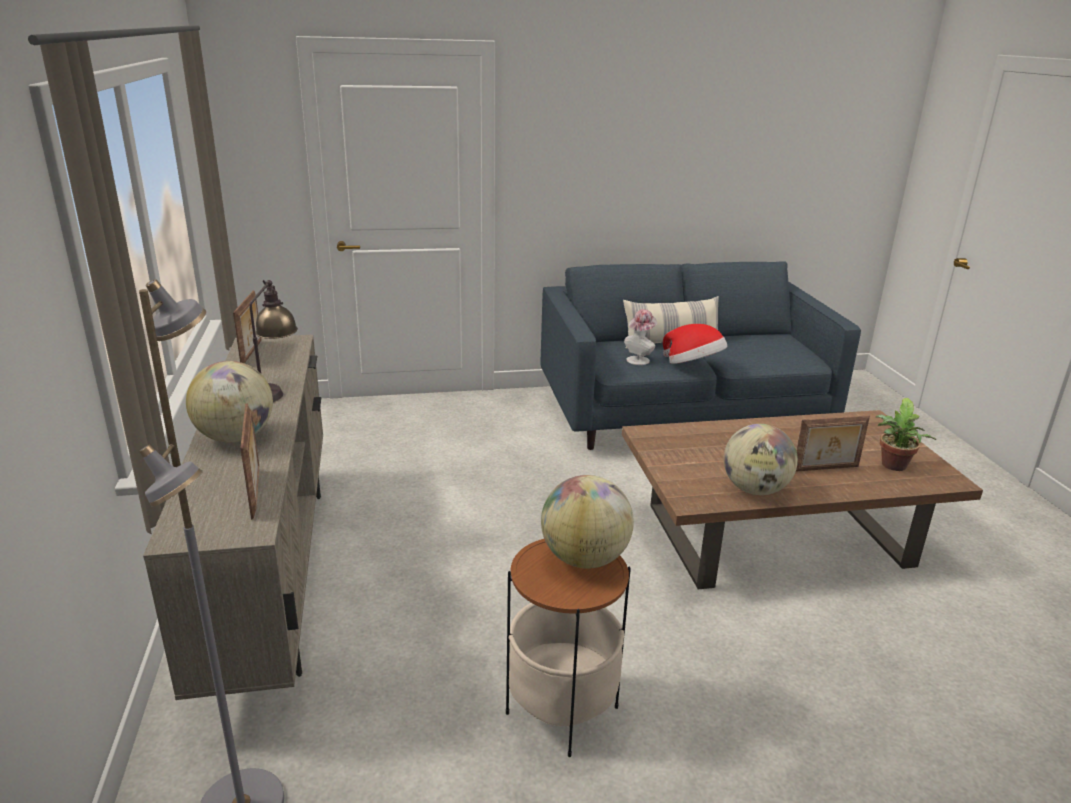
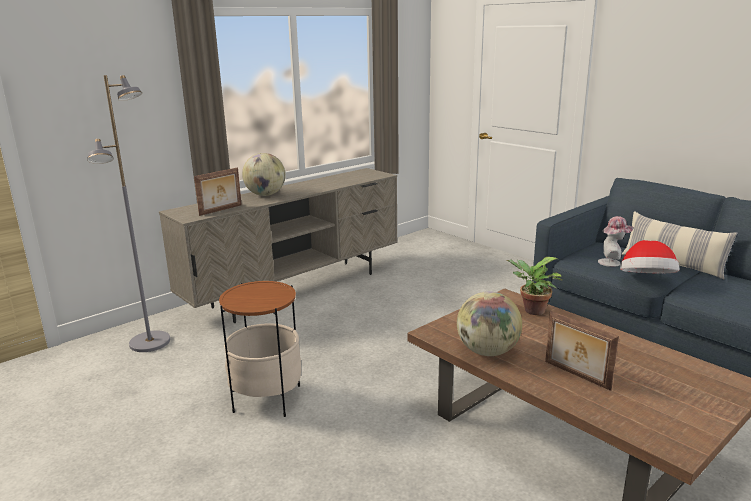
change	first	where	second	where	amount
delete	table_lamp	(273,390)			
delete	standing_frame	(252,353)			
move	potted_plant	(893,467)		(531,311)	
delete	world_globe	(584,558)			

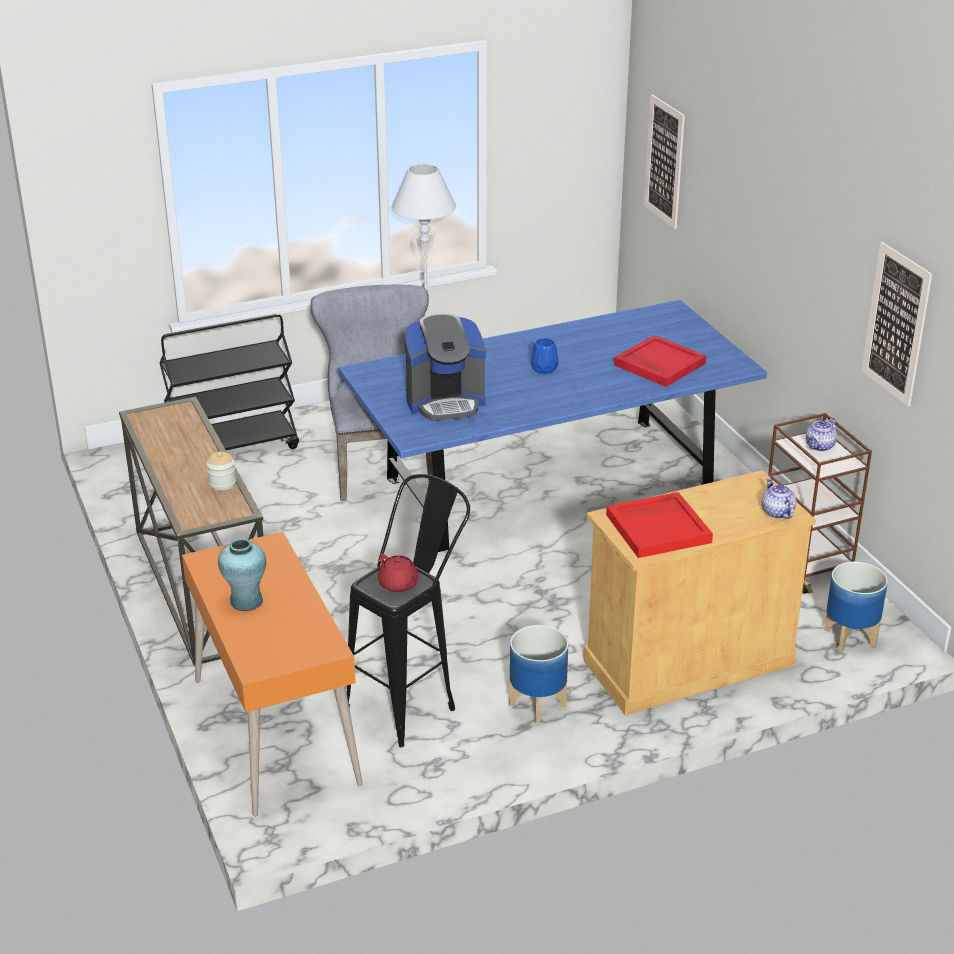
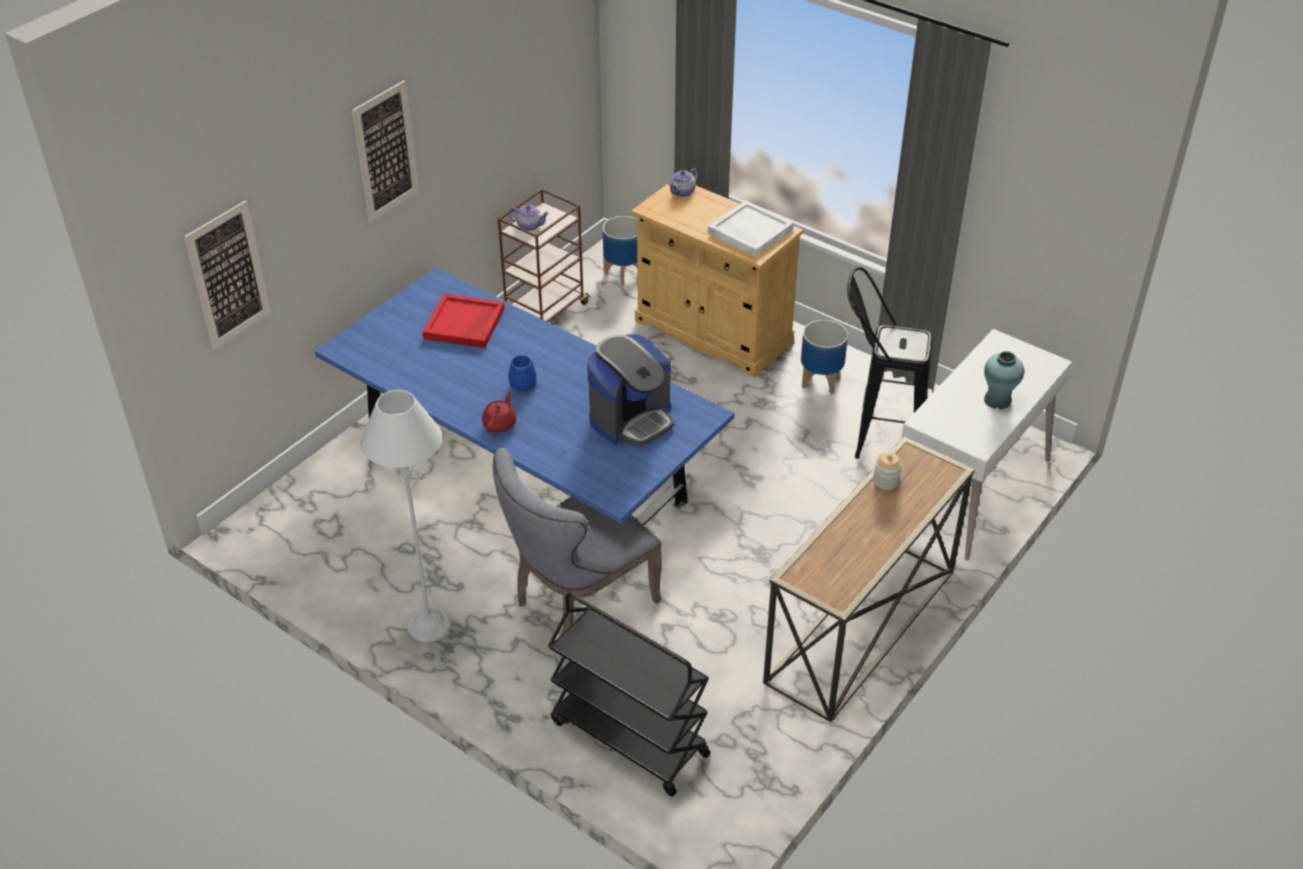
change	first	where	second	where	amount
move	picture	(896,324)		(386,151)	
rotate	coffee_brewer	(445,402)		(631,419)	90 degrees clockwise
recolor	reddish_serving_tray	(658,528)	white-coloured_serving_tray	(749,231)	
recolor	orange-coloured_desk_table	(274,731)	white-coloured_desk_table	(970,491)	
move	reddish_teapot	(398,584)		(500,424)	

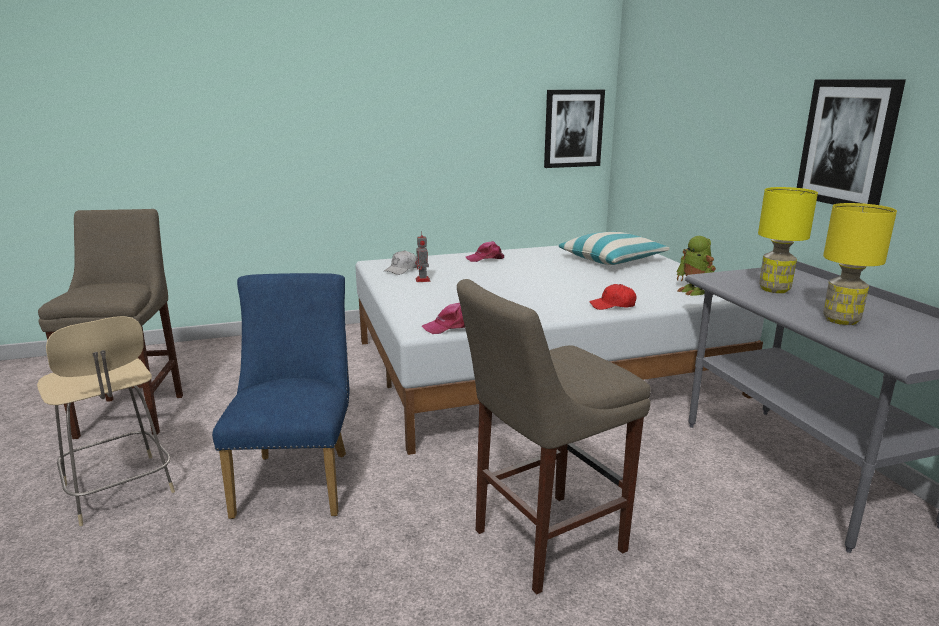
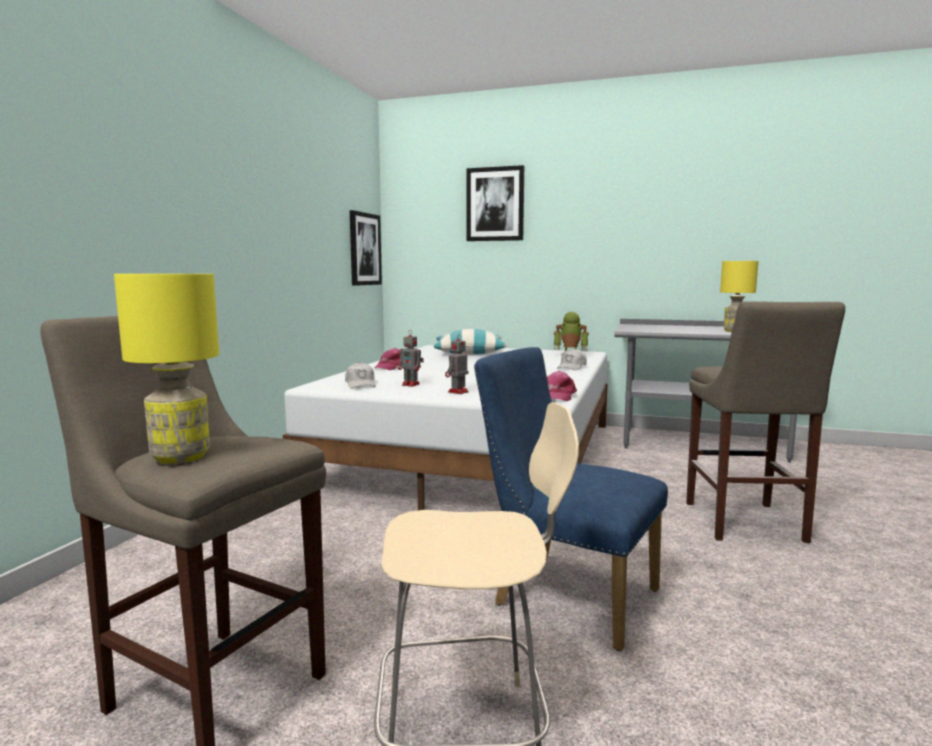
change	first	where	second	where	amount
move	picture	(847,143)		(495,204)	
move	yellow-coloured_table_lamp	(775,289)		(182,457)	
recolor	reddish_baseball_cap	(612,305)	white-coloured_baseball_cap	(572,367)	
insert			robot_figure	(457,392)	

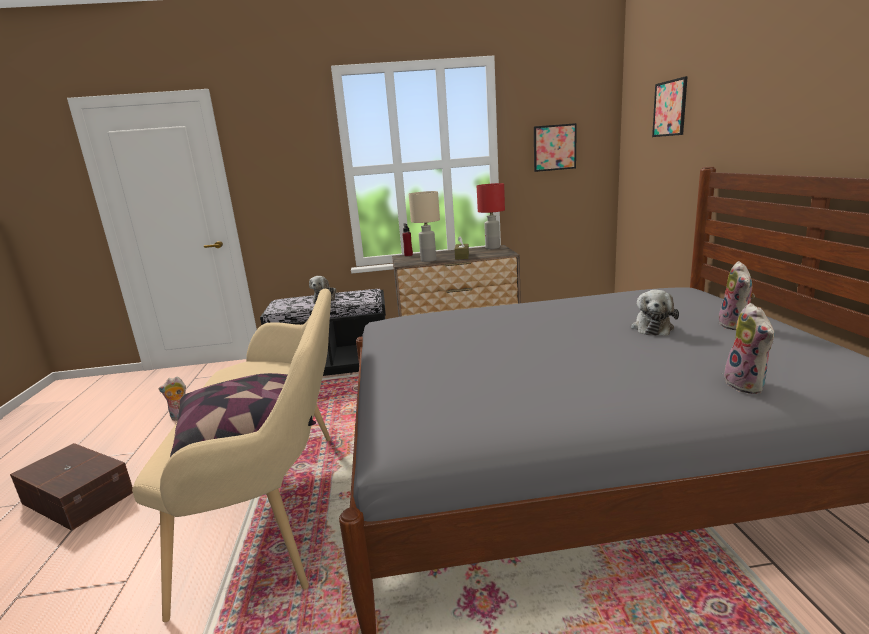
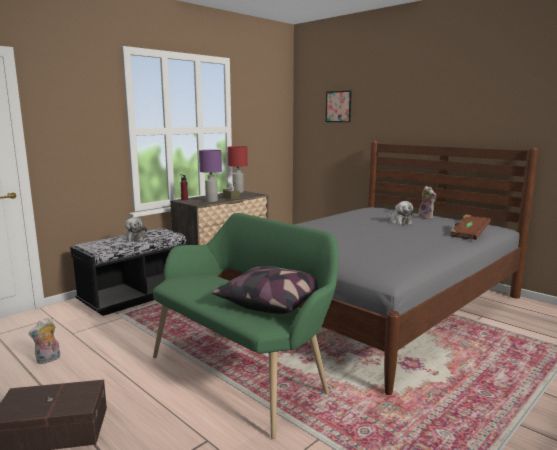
change	first	where	second	where	amount
delete	picture	(554,147)			
recolor	beige-coloured_table_lamp	(428,260)	purple-coloured_table_lamp	(211,201)	
recolor	beige-coloured_bench	(279,505)	green_bench	(244,373)	
replace	soft_toy	(747,385)	brownish_volume	(468,235)	

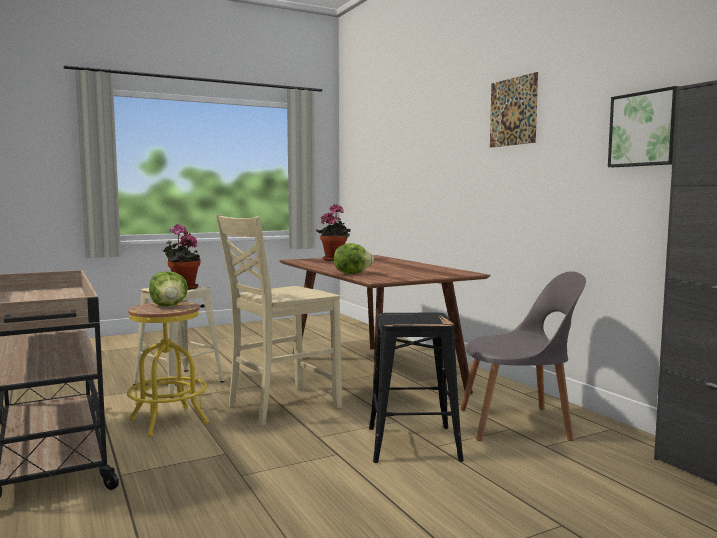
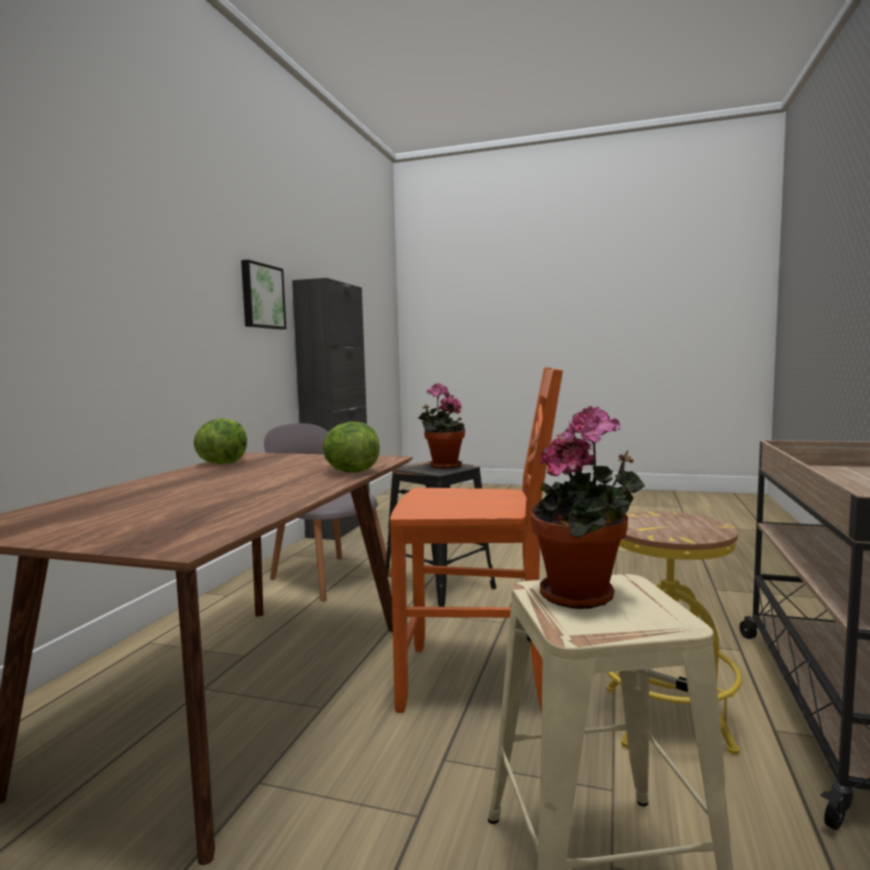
change	first	where	second	where	amount
delete	picture	(513,111)			
move	potted_plant	(334,259)		(442,466)	
recolor	beige-coloured_chair	(281,406)	orange-coloured_chair	(479,682)	
move	lettuce_head	(169,306)		(222,463)	

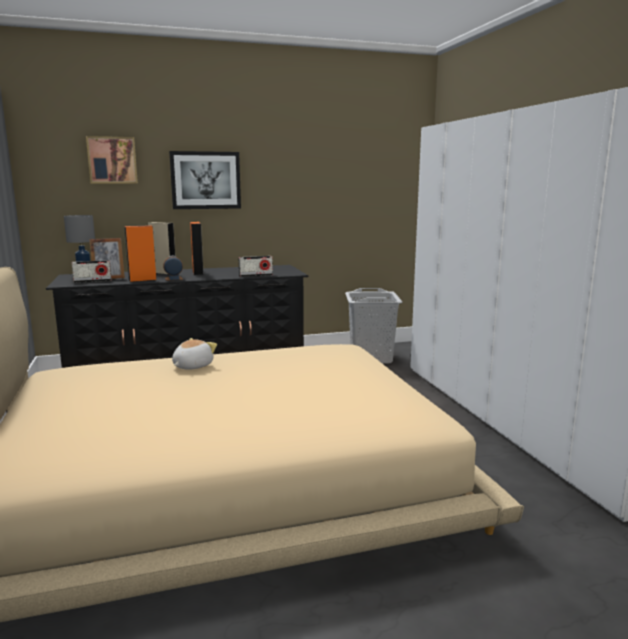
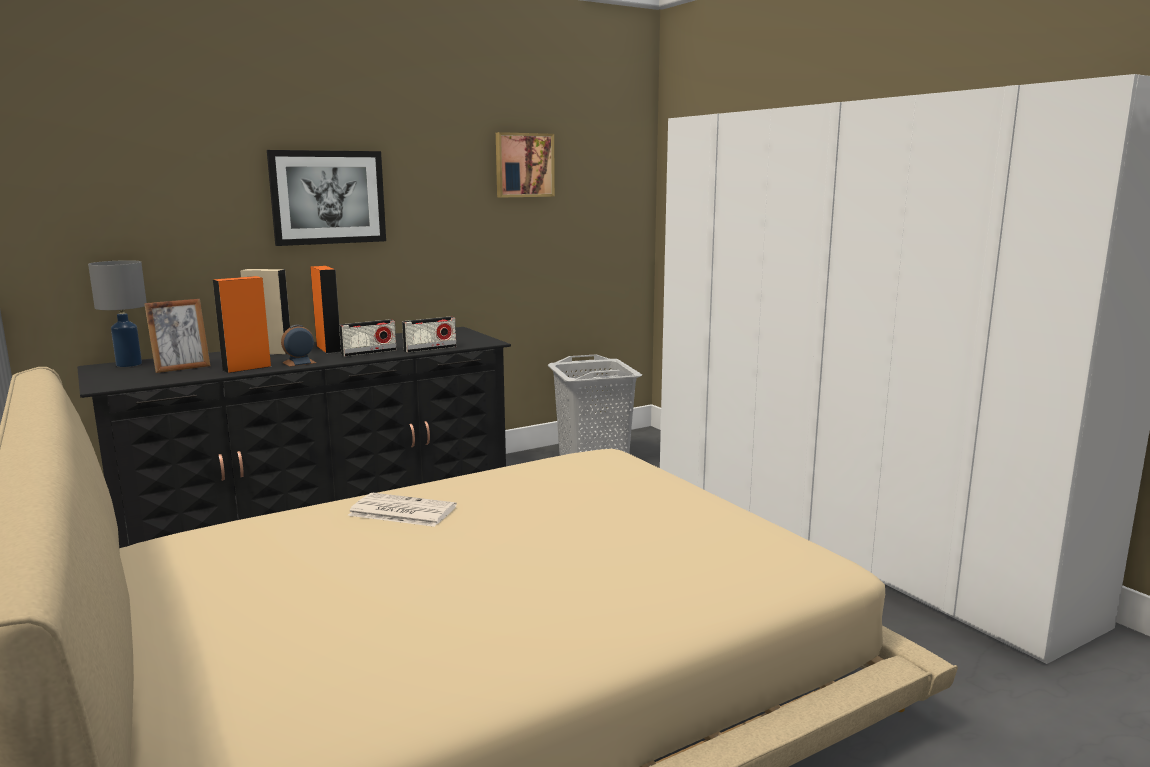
change	first	where	second	where	amount
move	picture	(112,160)		(524,165)	
move	radio	(92,281)		(369,352)	
replace	soft_toy	(192,366)	printed_paper	(401,511)	

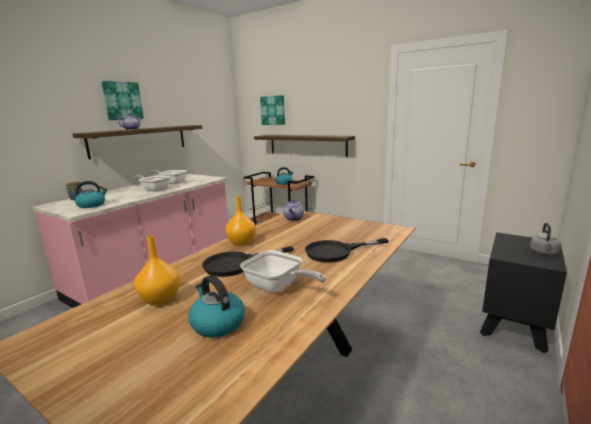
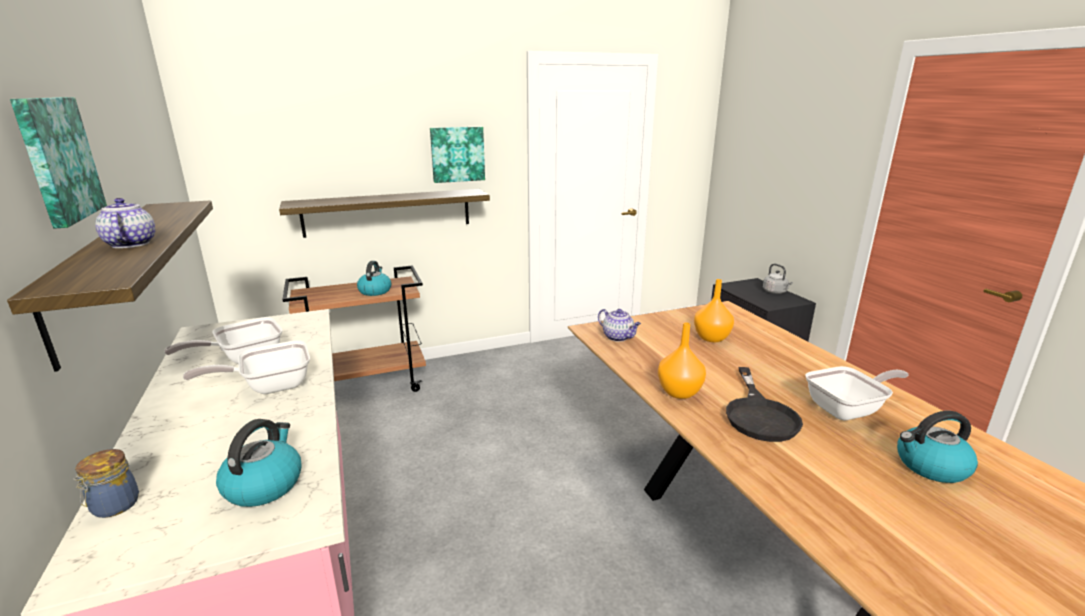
change	first	where	second	where	amount
move	picture	(273,110)		(457,154)	
move	orange-coloured_vase	(160,299)		(710,338)	
delete	black-coloured_pan	(336,252)			

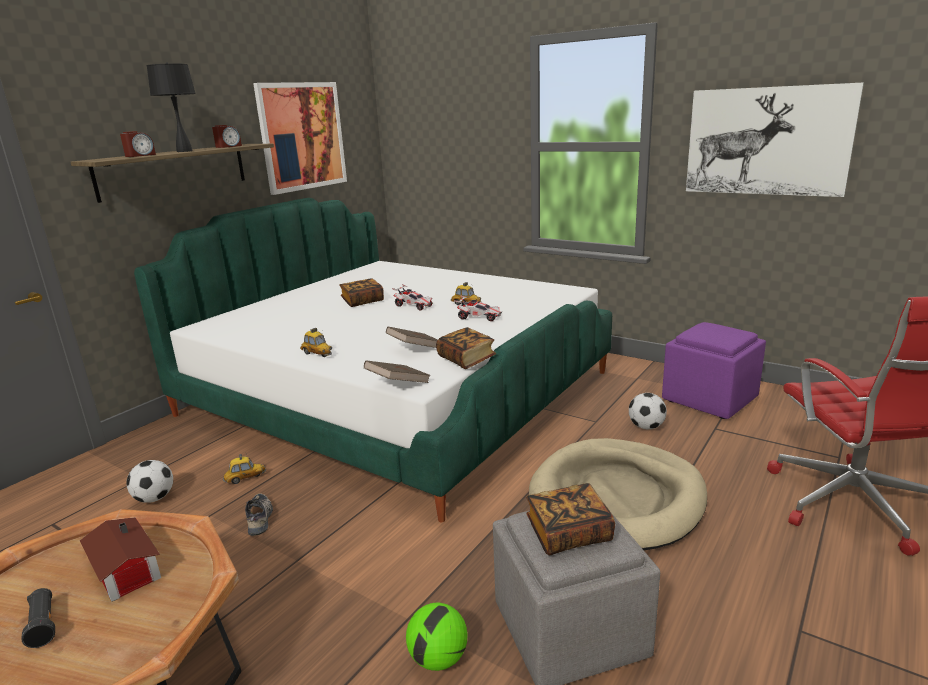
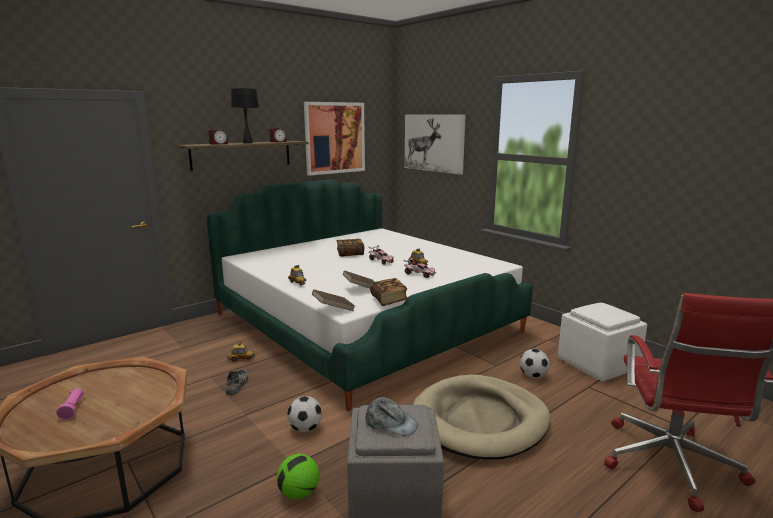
change	first	where	second	where	amount
move	picture	(767,141)		(433,143)	
recolor	purple-coloured_pouffe	(710,399)	white-coloured_pouffe	(598,365)	
move	ball_for_football	(155,498)		(305,428)	
replace	volume	(568,533)	greyish_baseball_cap	(391,423)	
delete	miniature_house	(124,571)			
recolor	black-coloured_torch	(43,625)	pinkish_torch	(73,409)	

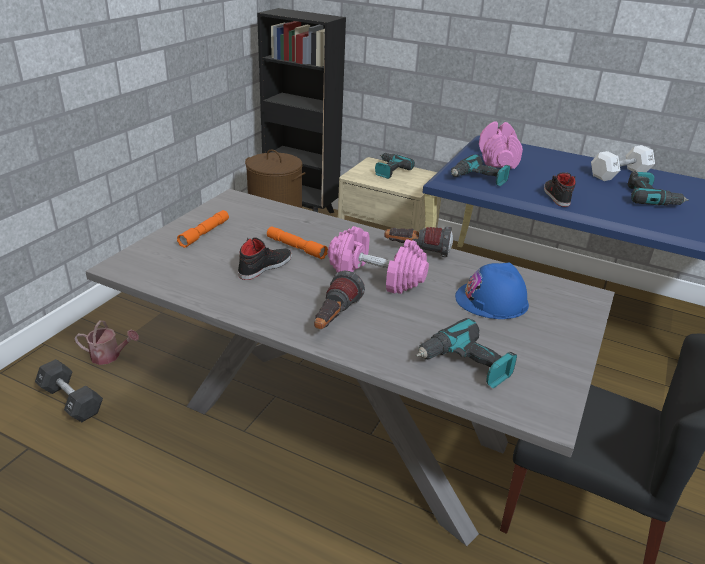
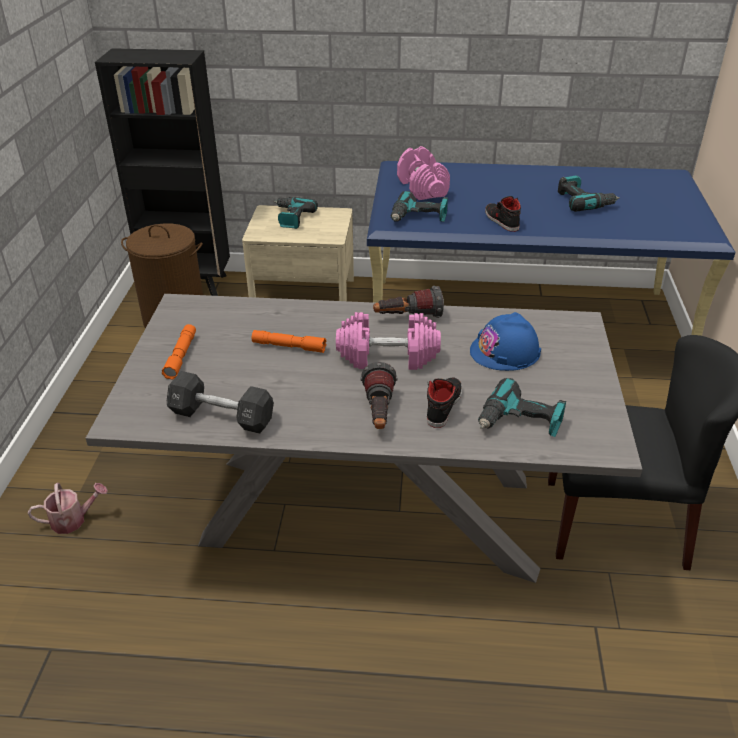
change	first	where	second	where	amount
delete	white-coloured_hand_weight	(619,174)			
move	black-coloured_low_shoe	(265,267)		(443,405)	
move	black-coloured_hand_weight	(71,400)		(222,416)	

